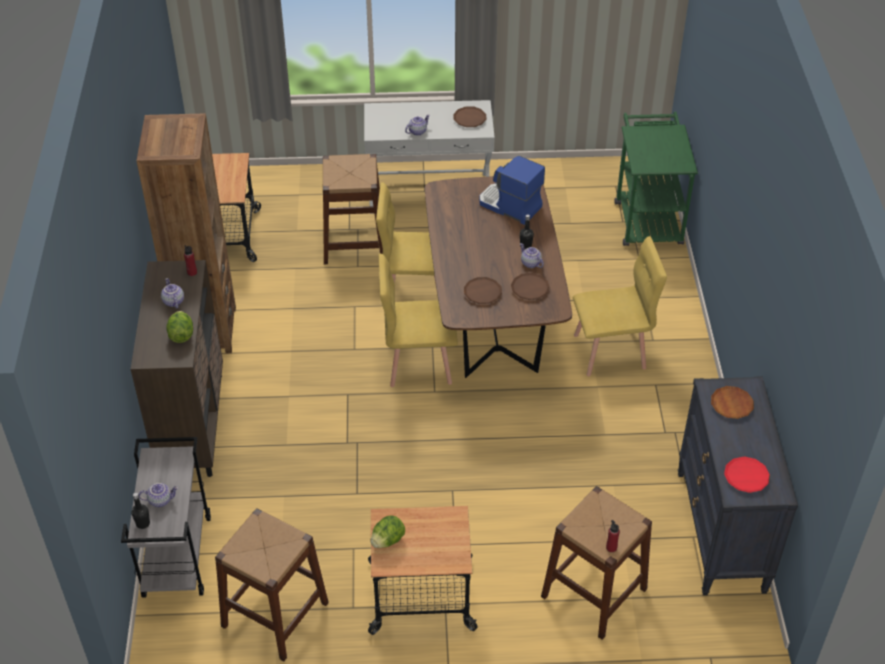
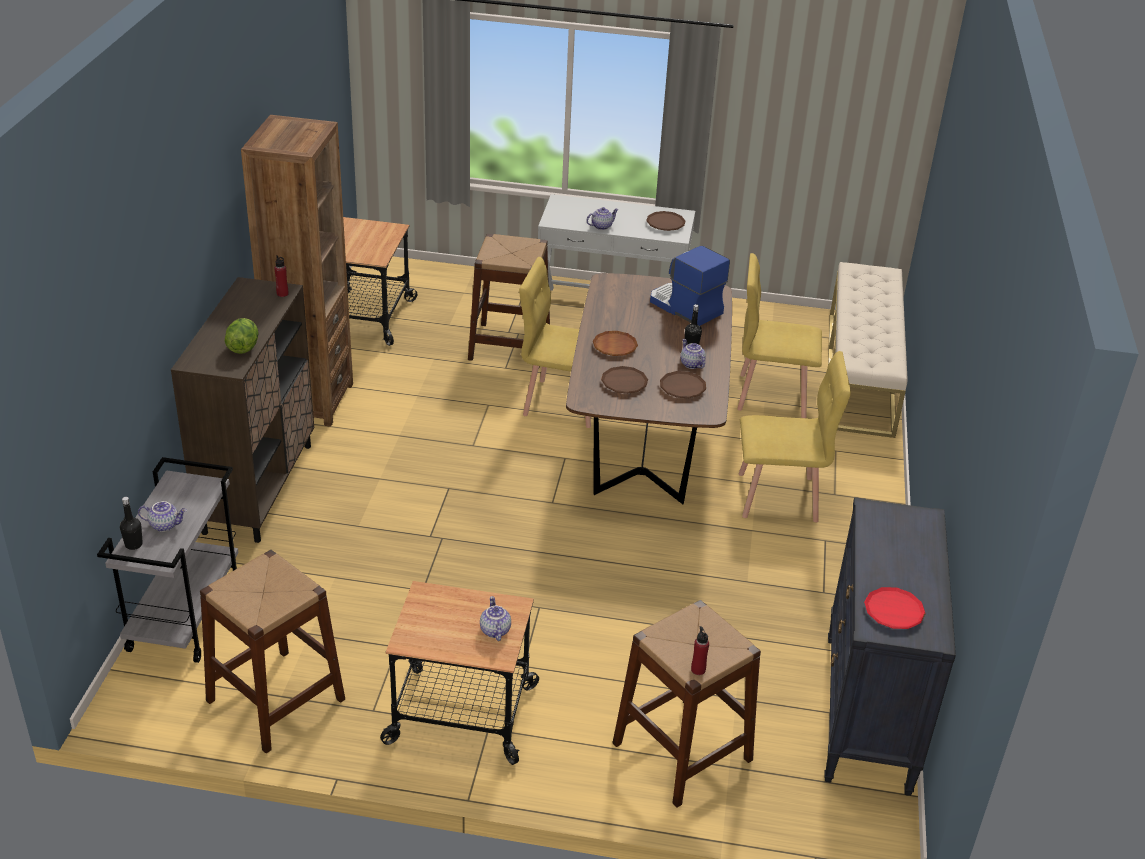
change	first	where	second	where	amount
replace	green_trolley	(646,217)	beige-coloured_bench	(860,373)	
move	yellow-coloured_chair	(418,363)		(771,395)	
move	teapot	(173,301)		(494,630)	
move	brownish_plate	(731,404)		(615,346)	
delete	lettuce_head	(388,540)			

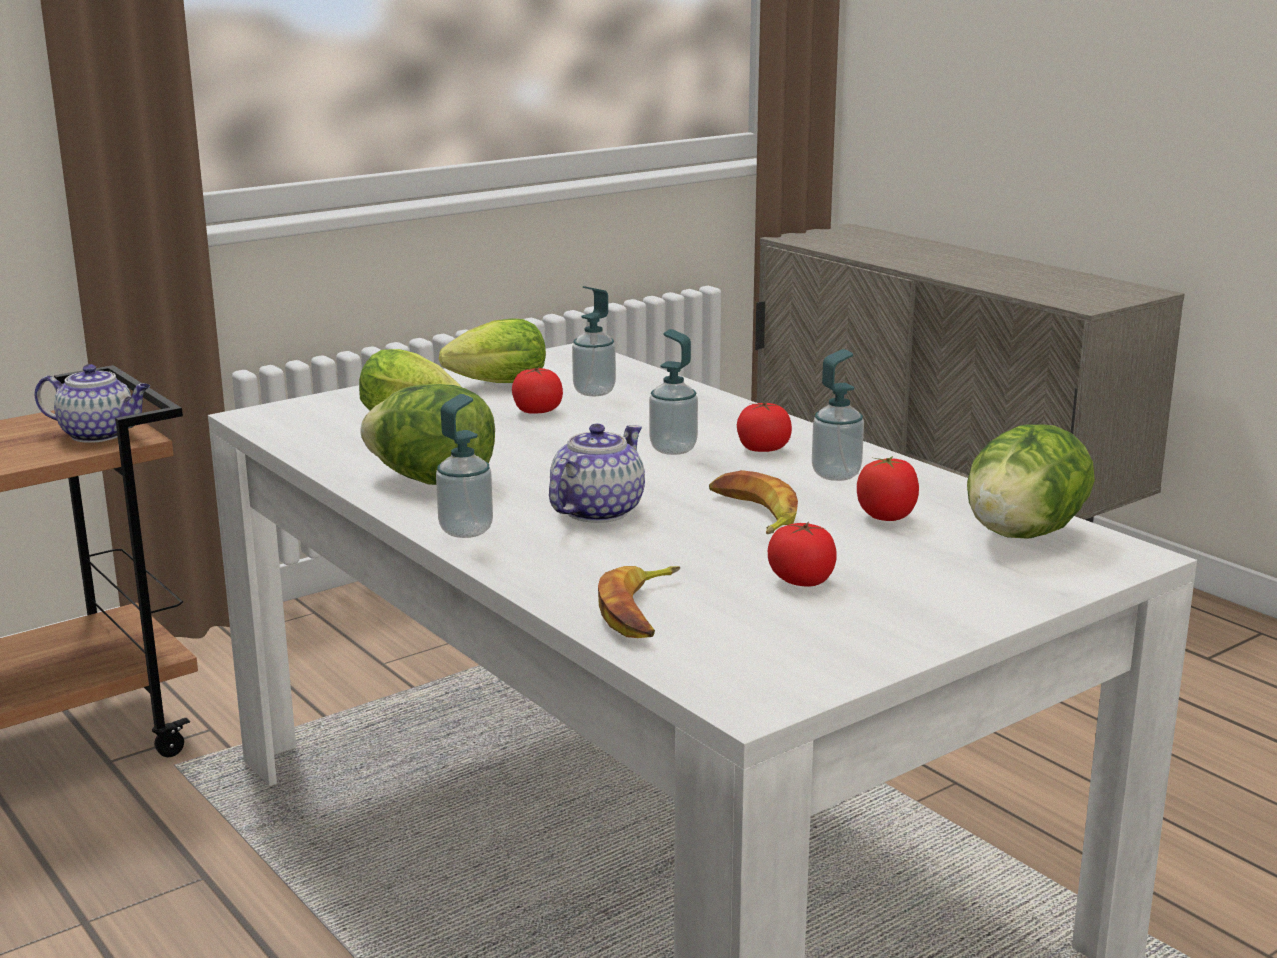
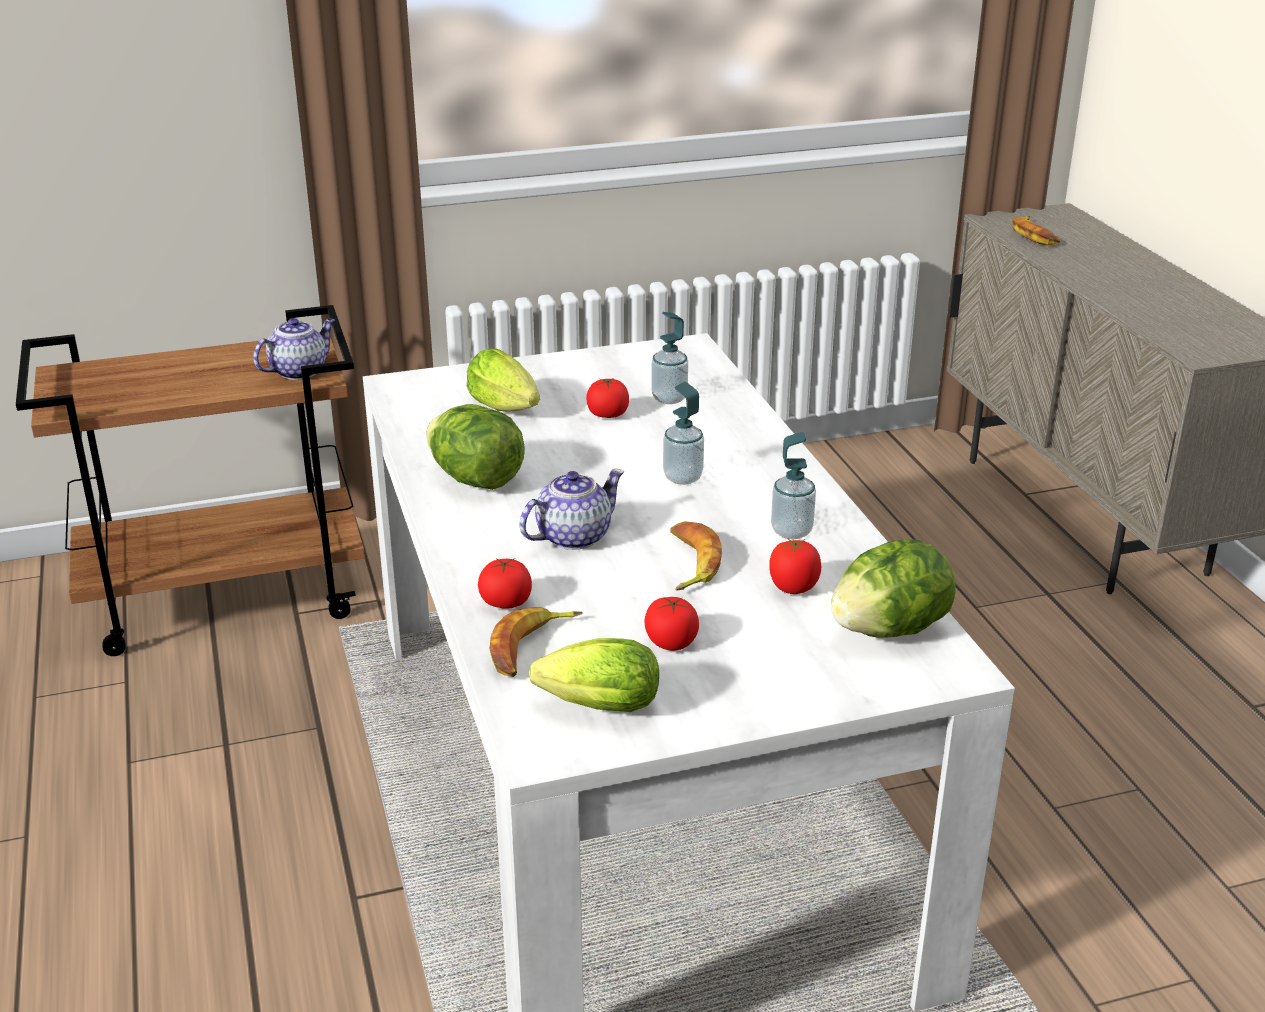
change	first	where	second	where	amount
move	lettuce_head	(493,385)		(594,707)	
rotate	teapot	(100,434)		(299,371)	75 degrees counterclockwise
delete	liquid_soap_bottle	(466,530)			
move	tomato	(763,449)		(506,602)	
insert			banana_fruit	(1034,235)	

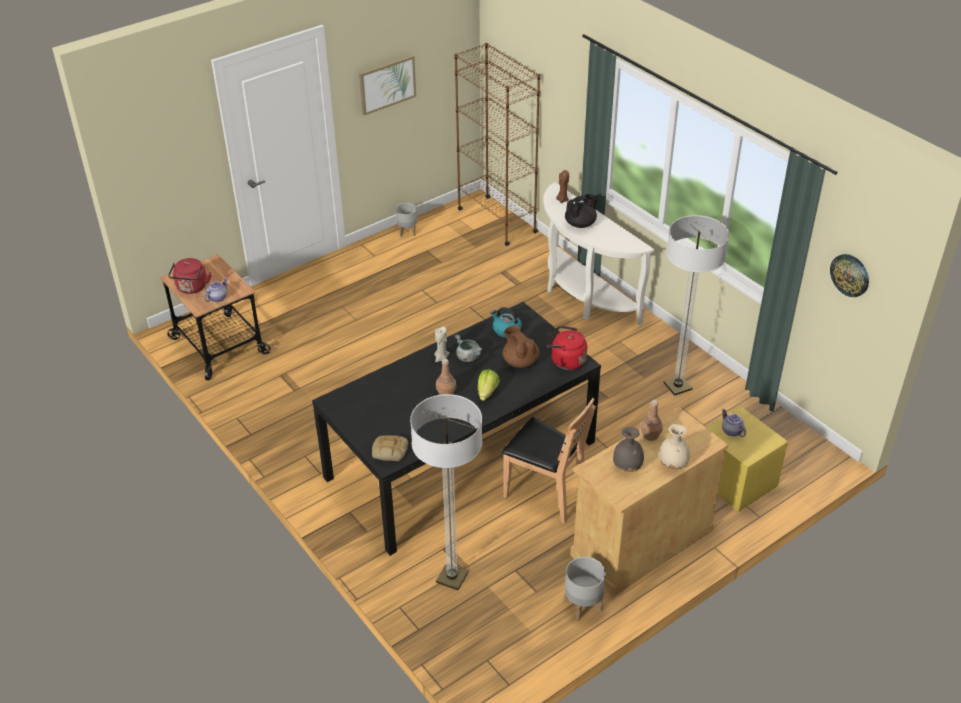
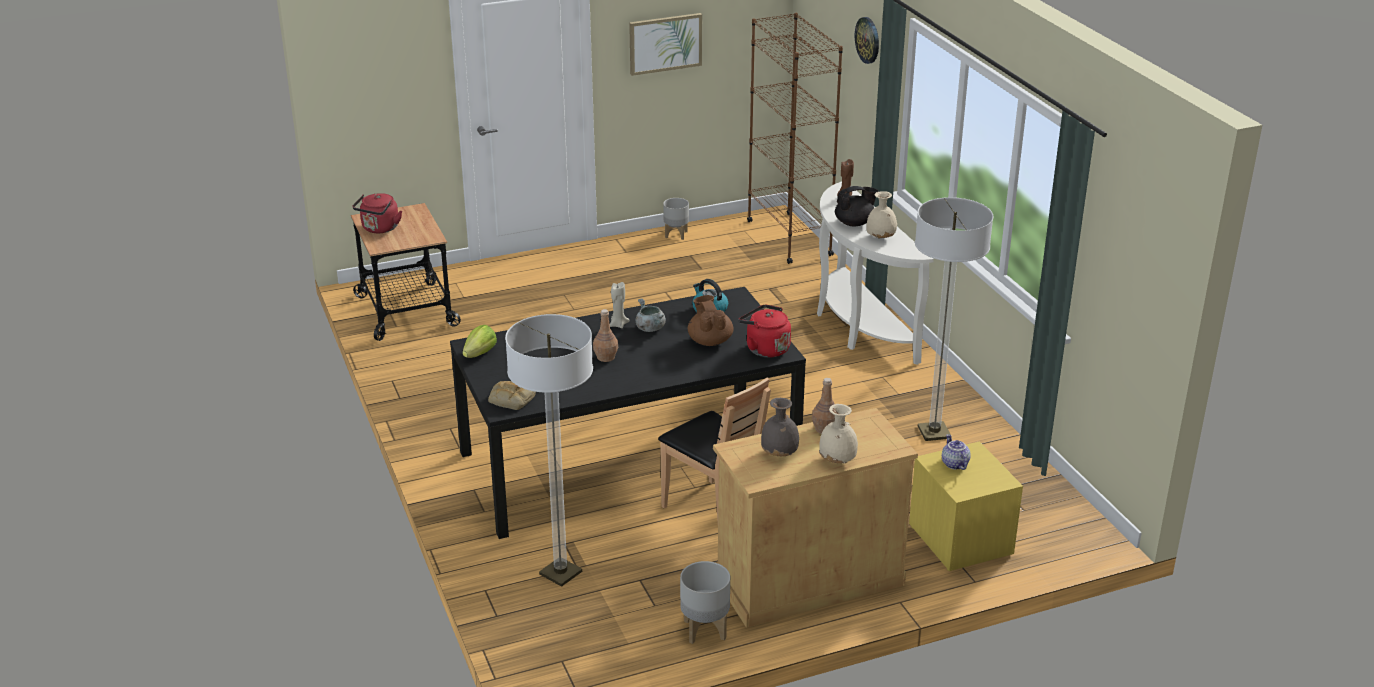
change	first	where	second	where	amount
move	hanging_clock	(850,275)		(868,40)	
delete	teapot	(217,297)			
move	lettuce_head	(487,392)		(480,353)	
insert			beige-coloured_vase	(881,237)	

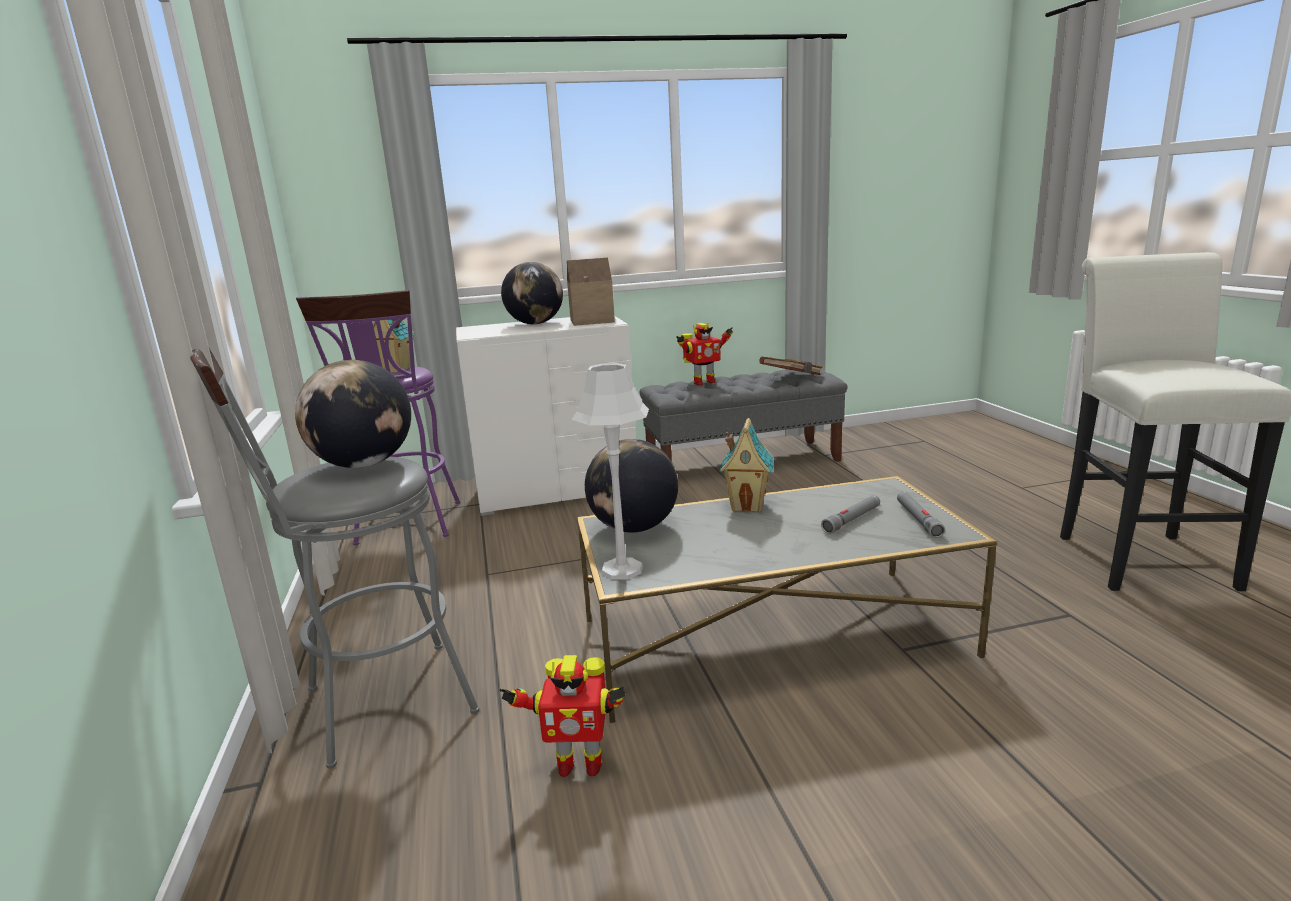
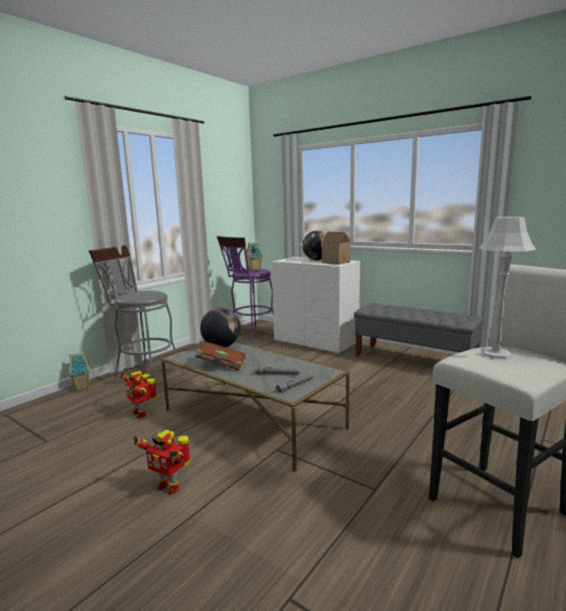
change	first	where	second	where	amount
move	robot_figure	(703,382)		(169,486)	
move	brownish_volume	(792,378)		(221,365)	
delete	world_globe	(363,464)			
move	greyish_table_lamp	(621,569)		(496,354)	
move	miniature_house	(748,505)		(82,387)	

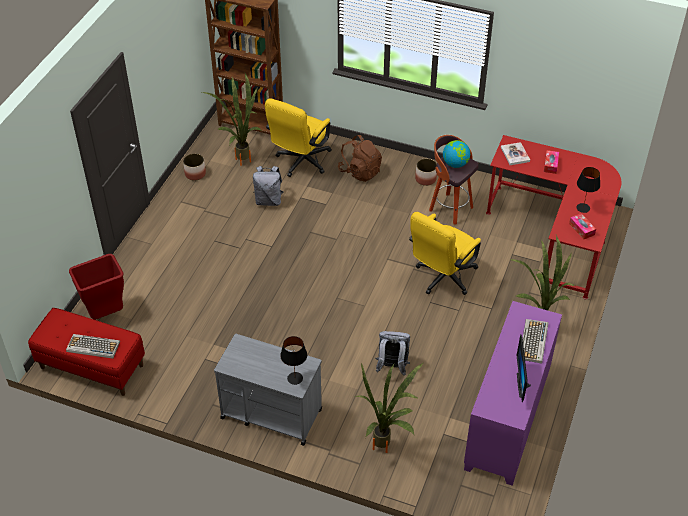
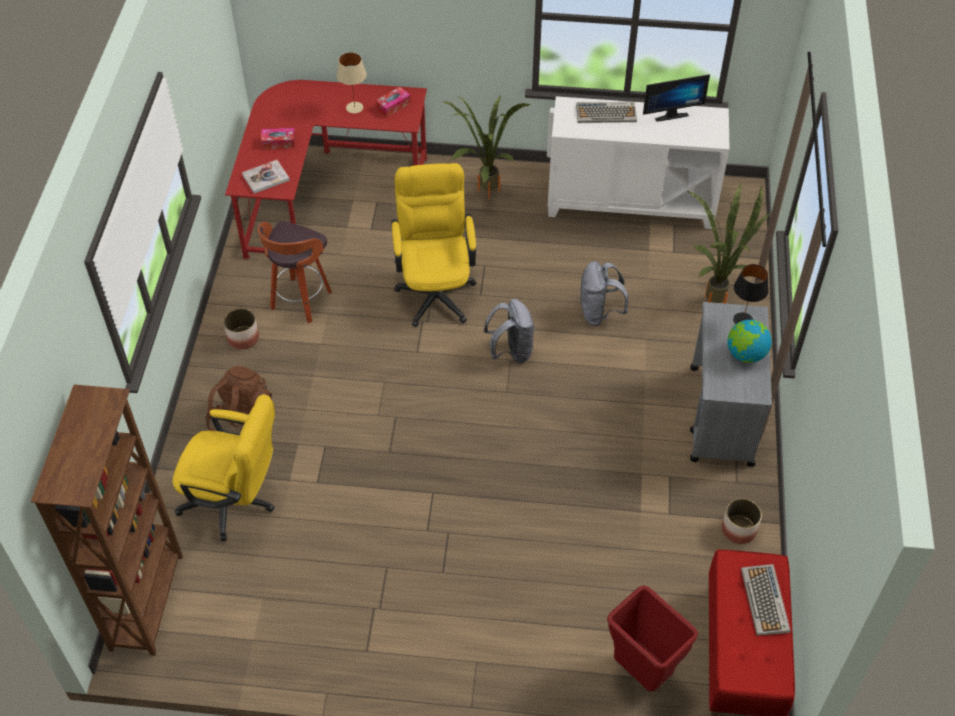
change	first	where	second	where	amount
delete	potted_plant	(242,157)			
move	world_globe	(455,164)		(745,354)	
move	plant_pot	(195,174)		(738,529)	
move	greyish_backpack	(268,200)		(511,351)	
recolor	black-coloured_table_lamp	(583,208)	beige-coloured_table_lamp	(355,107)	
rotate	yellow-coloured_computer_chair	(442,278)		(435,289)	120 degrees counterclockwise
recolor	purple-coloured_storage_cabinet	(508,420)	white-coloured_storage_cabinet	(630,202)	

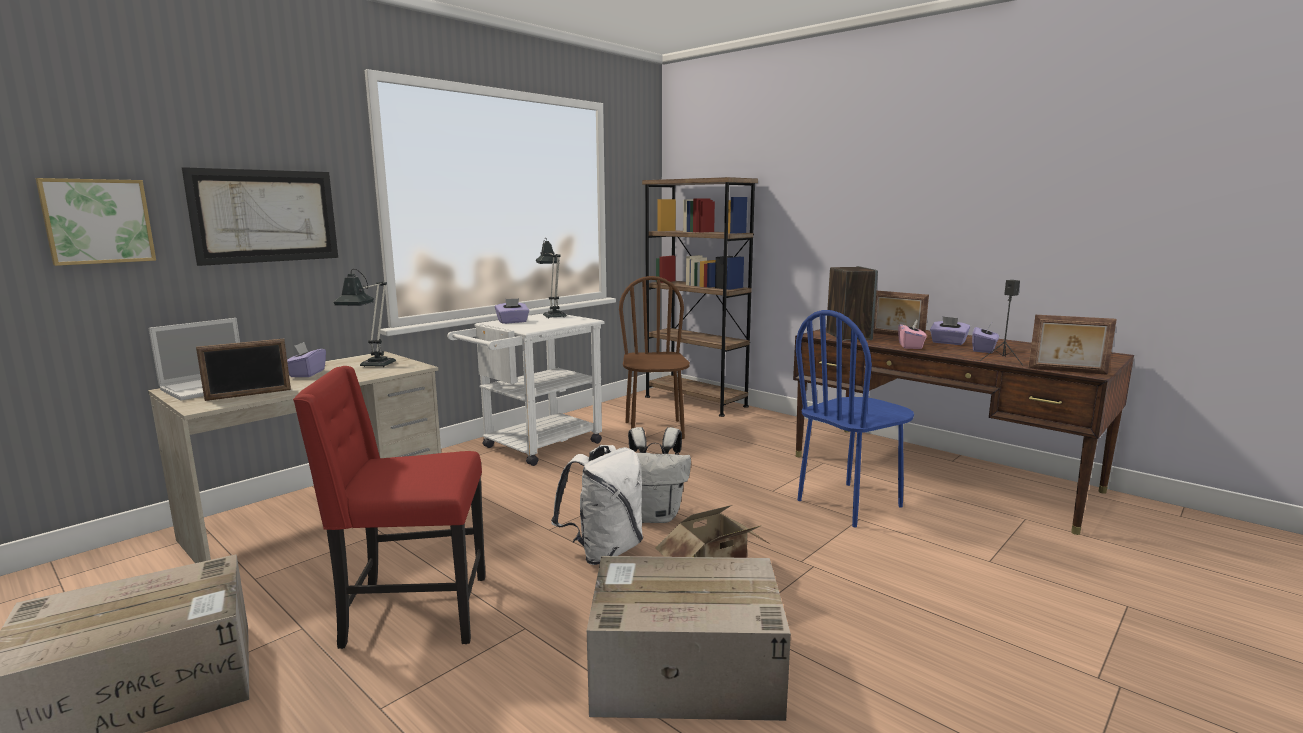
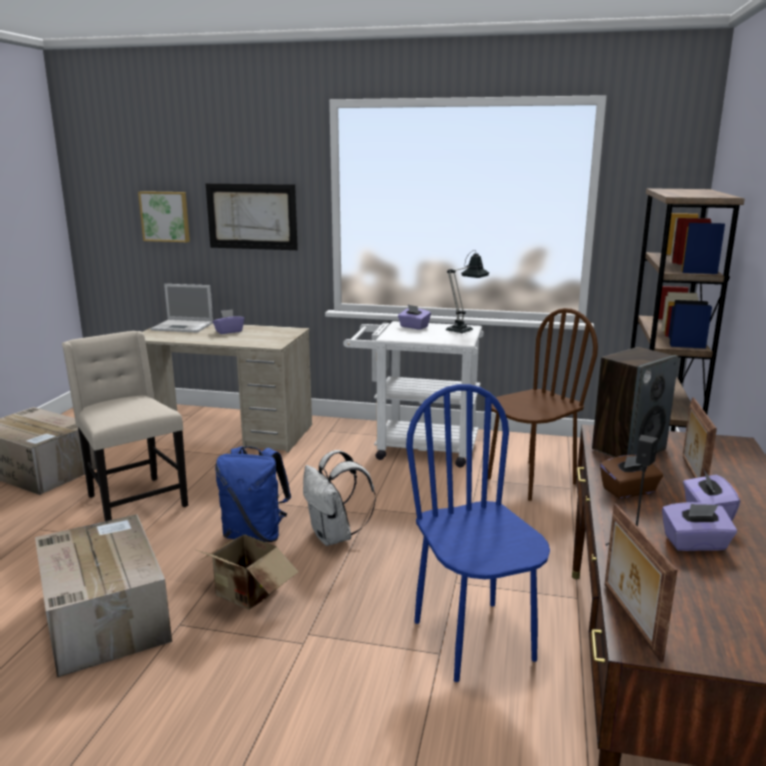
change	first	where	second	where	amount
delete	table_lamp	(374,366)			
rotate	blue-coloured_chair	(850,504)		(474,640)	45 degrees clockwise
recolor	pinkish_tissue_holder	(910,346)	brownish_tissue_holder	(629,491)	
delete	standing_frame	(249,395)			
recolor	reddish_chair	(413,613)	beige-coloured_chair	(134,501)	
recolor	white-coloured_backpack	(604,551)	blue-coloured_backpack	(255,535)	

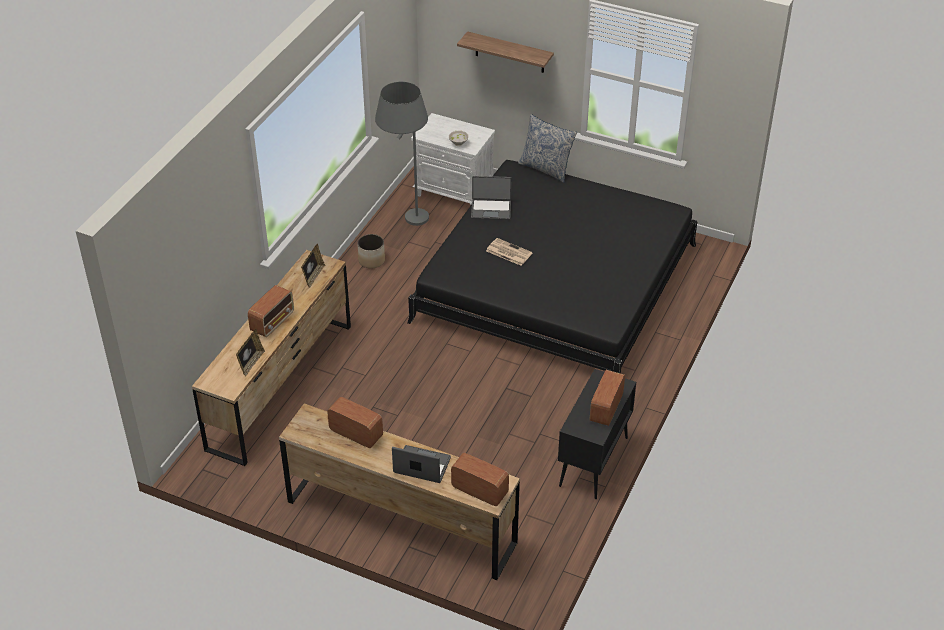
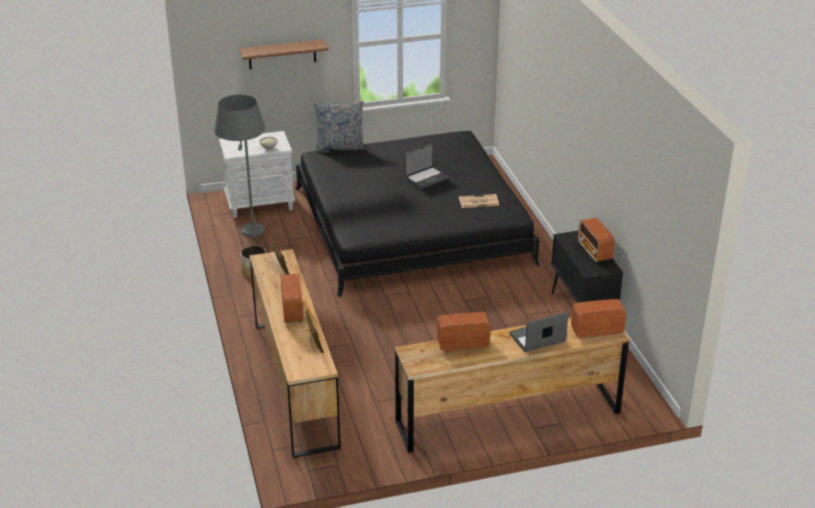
change	first	where	second	where	amount
move	portable_computer	(491,209)		(426,178)	
move	printed_paper	(508,252)		(478,202)	

